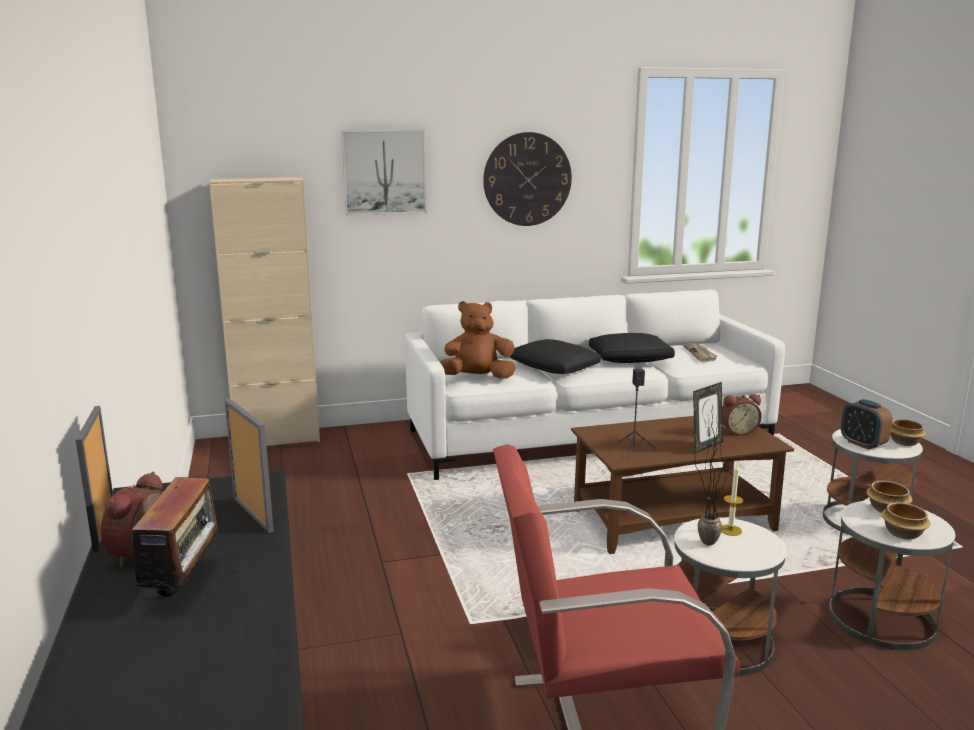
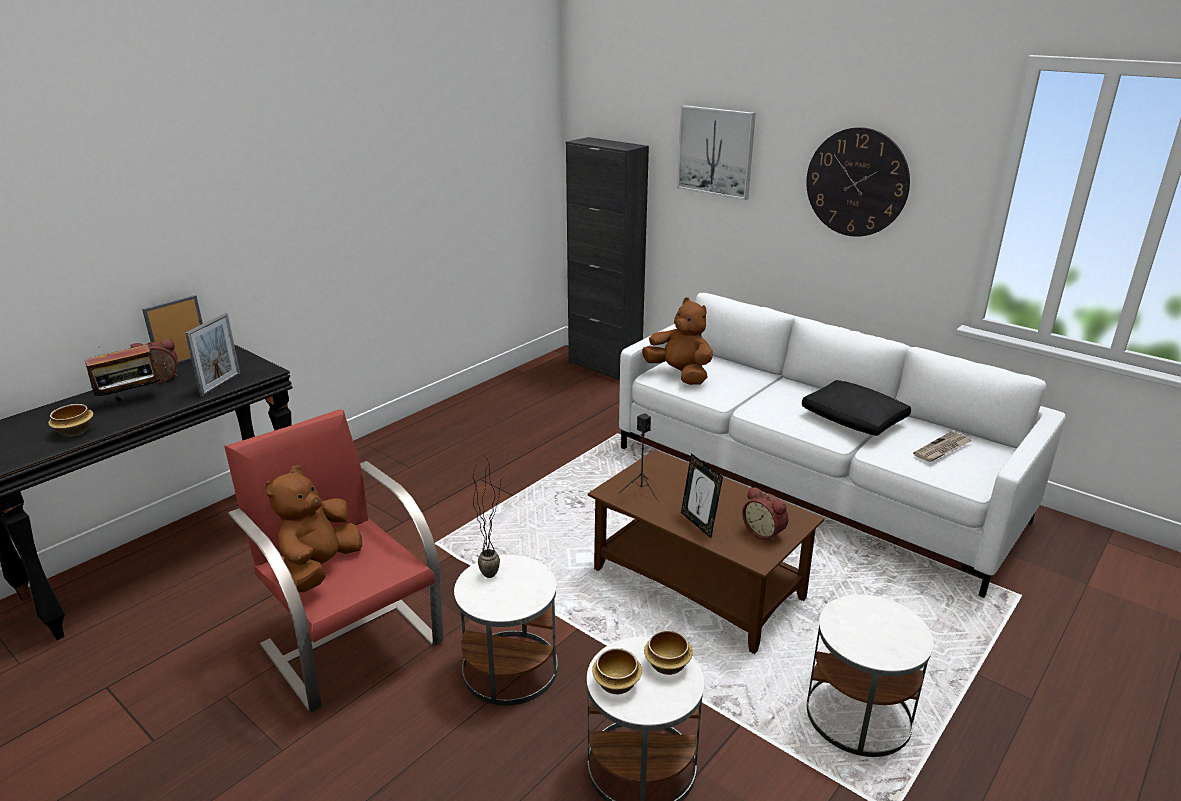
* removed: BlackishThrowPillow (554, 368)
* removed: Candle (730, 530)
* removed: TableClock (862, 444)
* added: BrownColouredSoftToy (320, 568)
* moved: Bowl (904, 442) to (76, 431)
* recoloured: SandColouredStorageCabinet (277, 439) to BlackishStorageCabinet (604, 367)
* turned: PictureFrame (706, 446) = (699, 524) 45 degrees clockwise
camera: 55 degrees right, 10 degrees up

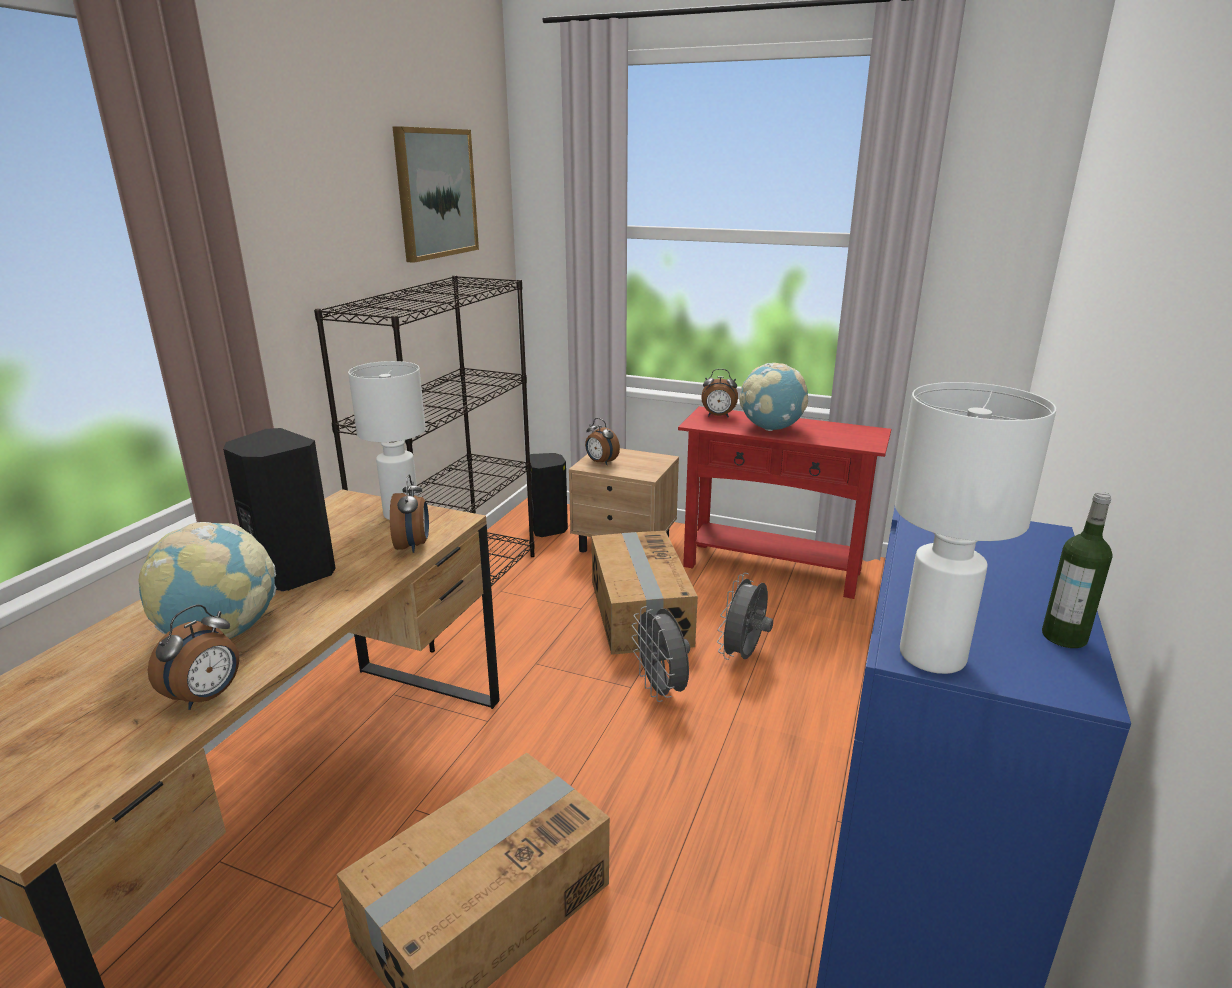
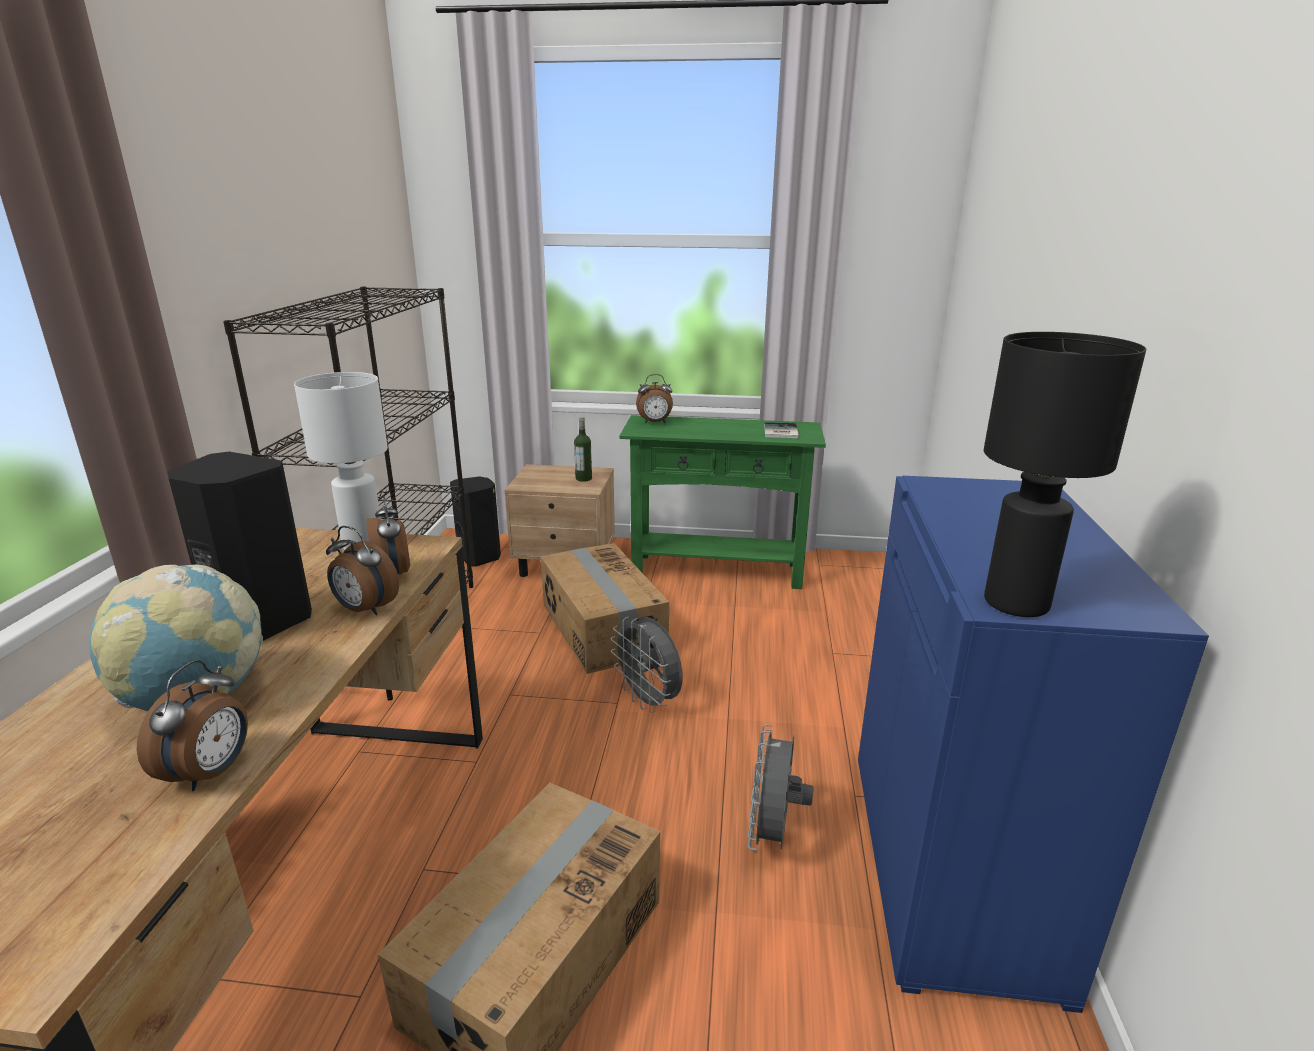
* removed: WallPicture (435, 193)
* removed: WorldGlobe (771, 428)
* added: Volume (779, 431)
* moved: TableClock (600, 462) to (365, 610)
* moved: GreyishElectricFan (743, 655) to (772, 836)
* moved: DrinkBottle (1064, 637) to (583, 478)
* recoloured: RedConsoleTable (771, 569) to GreenColouredConsoleTable (717, 570)
* recoloured: WhitishTableLamp (931, 655) to BlackishTableLamp (1014, 602)
camera: 15 degrees left, 0 degrees up

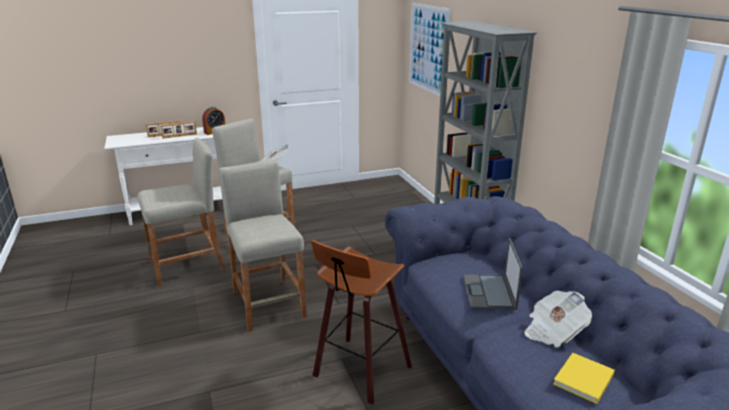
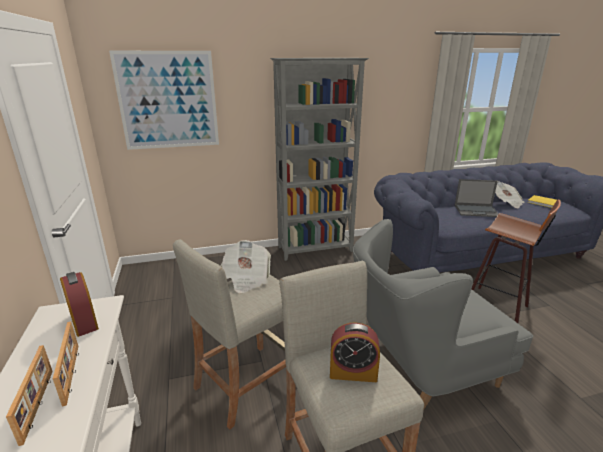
* added: TableClock (353, 373)
* replaced: SandColouredStoolSeat (268, 304) to GreyishLoungeChair (422, 364)
camera: 85 degrees left, 0 degrees up

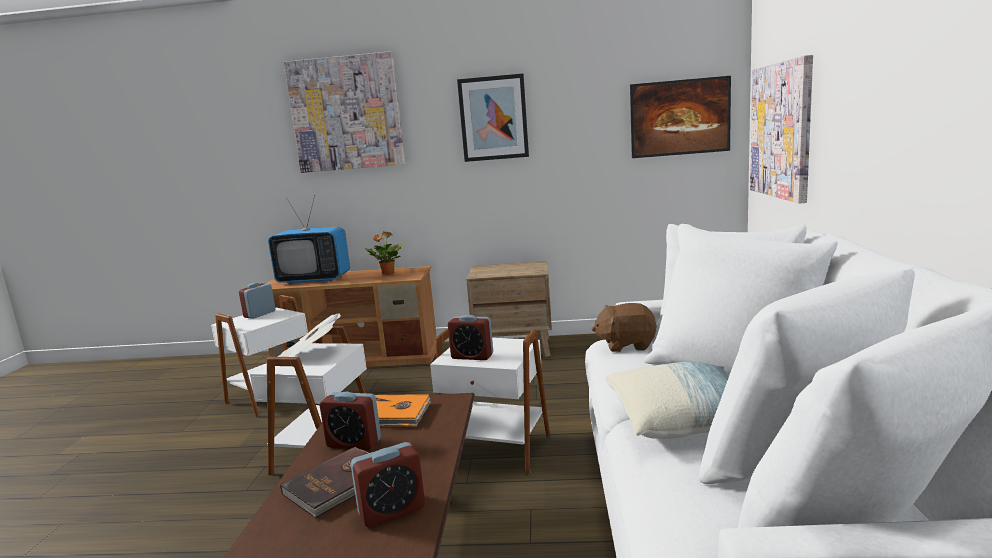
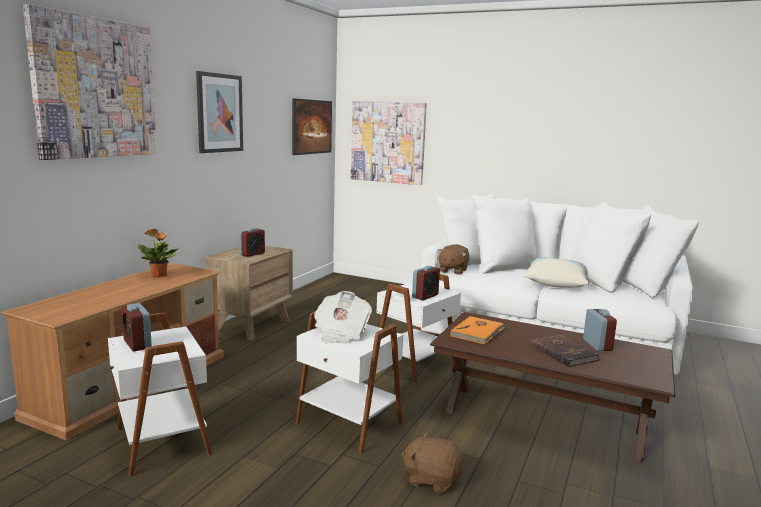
* removed: Television (314, 280)
* added: BrownColouredSoftToy (432, 479)
* moved: TableClock (354, 443) to (252, 254)
camera: 70 degrees left, 0 degrees up

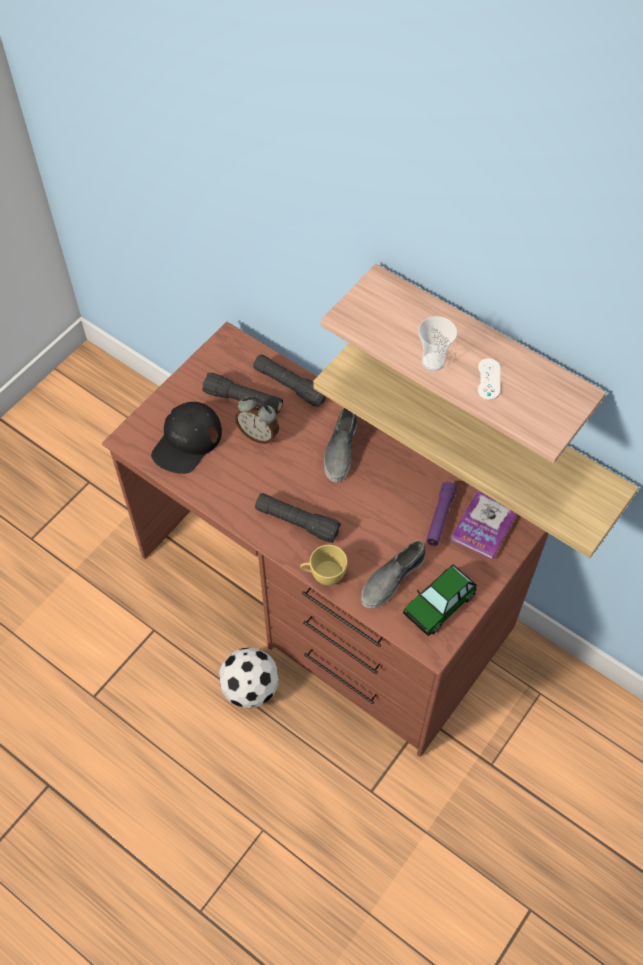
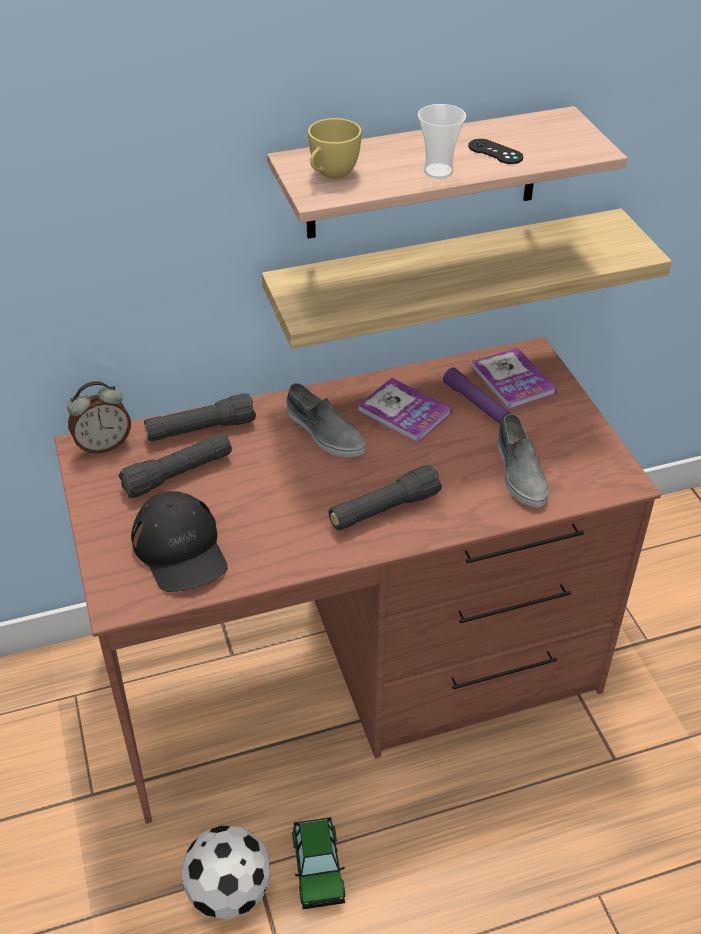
* added: Volume (404, 412)
* moved: Football (250, 687) to (228, 891)
* moved: TableClock (258, 434) to (103, 445)
* moved: YellowColouredDrinkingCup (323, 575) to (331, 174)
* moved: MiniatureCar (439, 604) to (318, 868)
* recoloured: WhitishJoypad (488, 379) to BlackishJoypad (495, 152)
camera: 55 degrees left, 15 degrees down

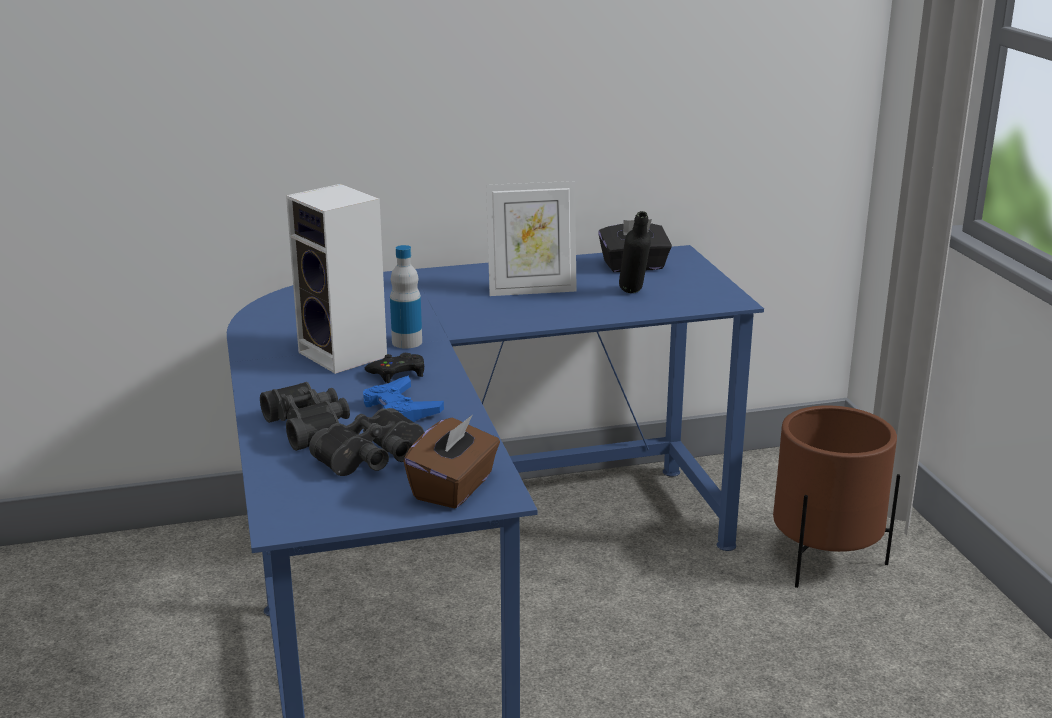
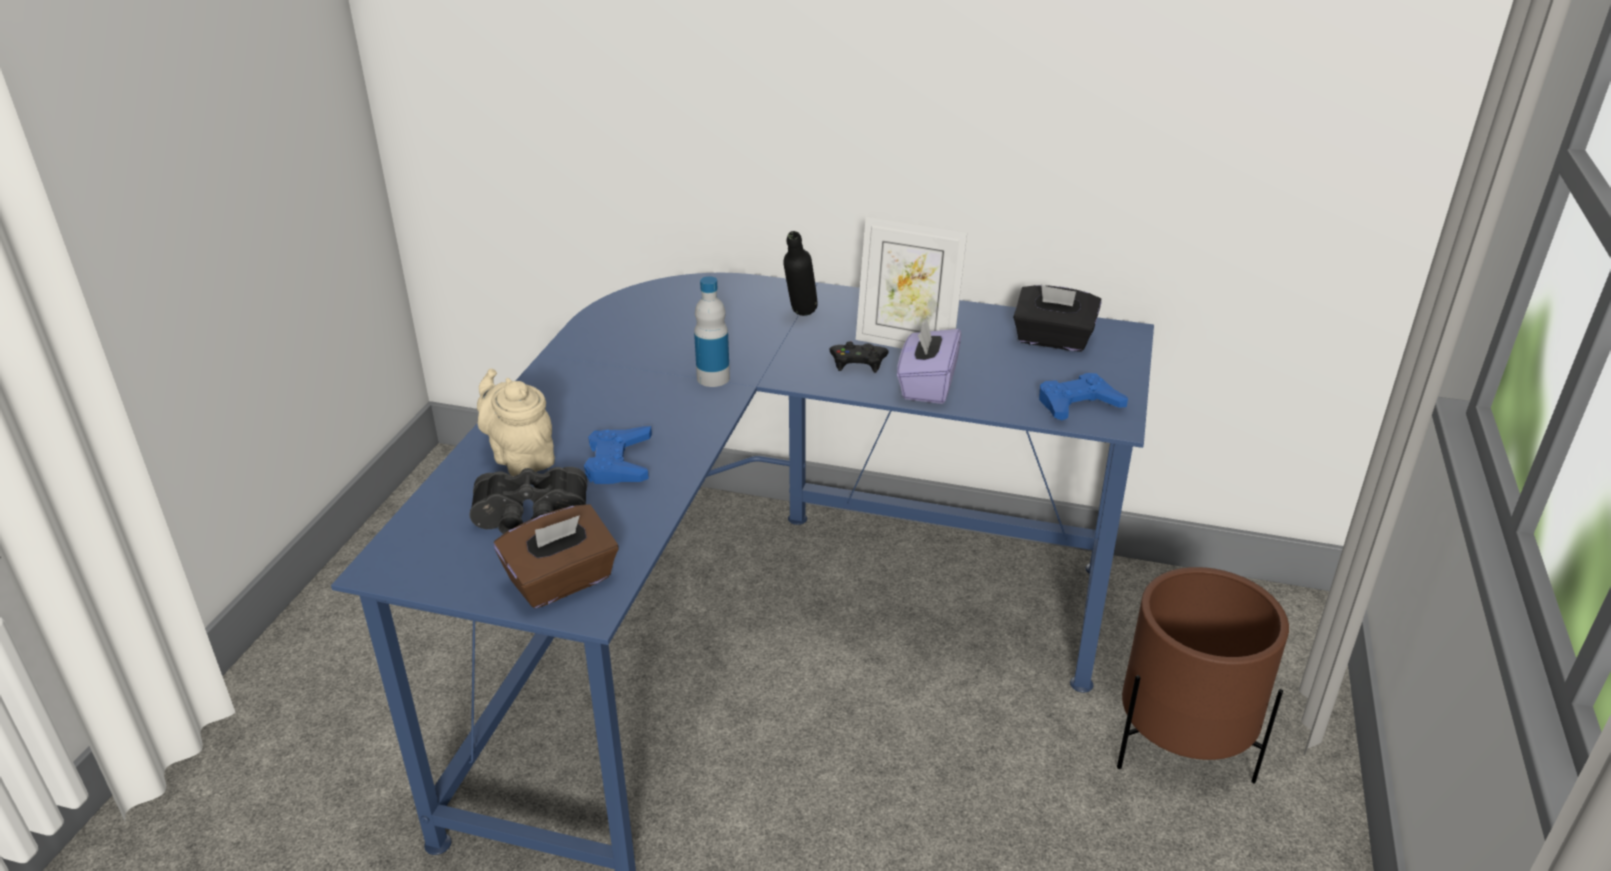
* removed: Speaker (346, 355)
* added: PurpleColouredTissueBox (927, 385)
* added: BluishJoypad (1078, 404)
* moved: BlackishJoypad (398, 373) to (858, 362)
* moved: BlackishDrinkBottle (633, 294) to (800, 317)
* replaced: BlackishBinoculars (310, 427) to SandColouredPotForTea (521, 458)
camera: 30 degrees right, 10 degrees up

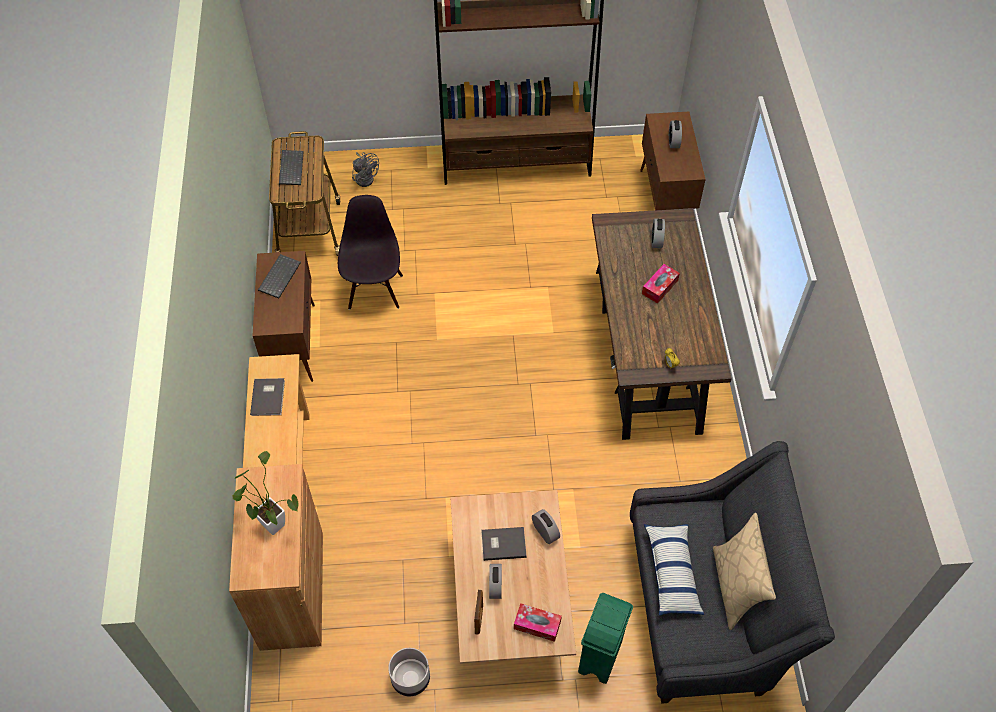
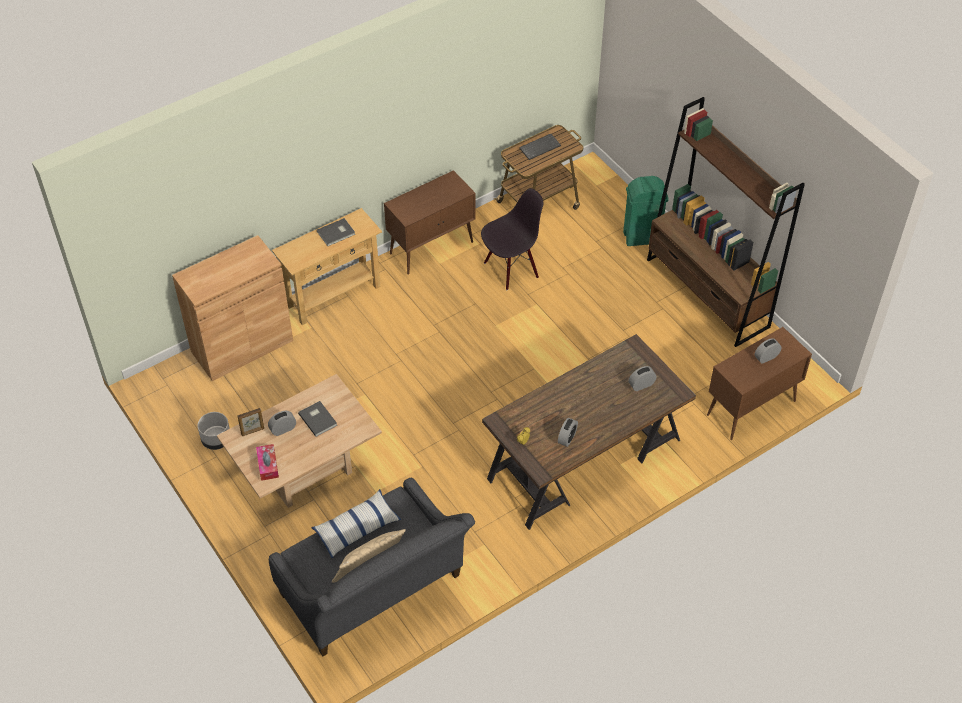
* removed: PottedPlant (270, 522)
* removed: PcKeyboard (279, 276)
* removed: GreyishElectricFan (365, 177)
* removed: TissueBox (659, 287)
* moved: TableClock (545, 532) to (567, 438)
* moved: GreenColouredTrashCan (599, 657) to (641, 237)
camera: 60 degrees right, 5 degrees down

